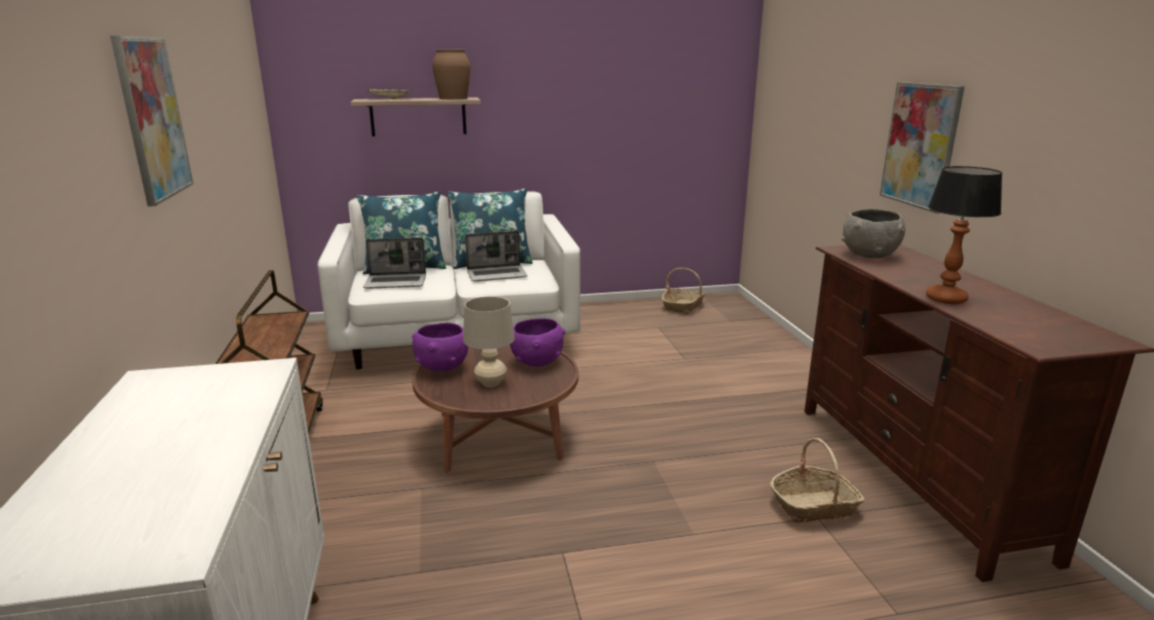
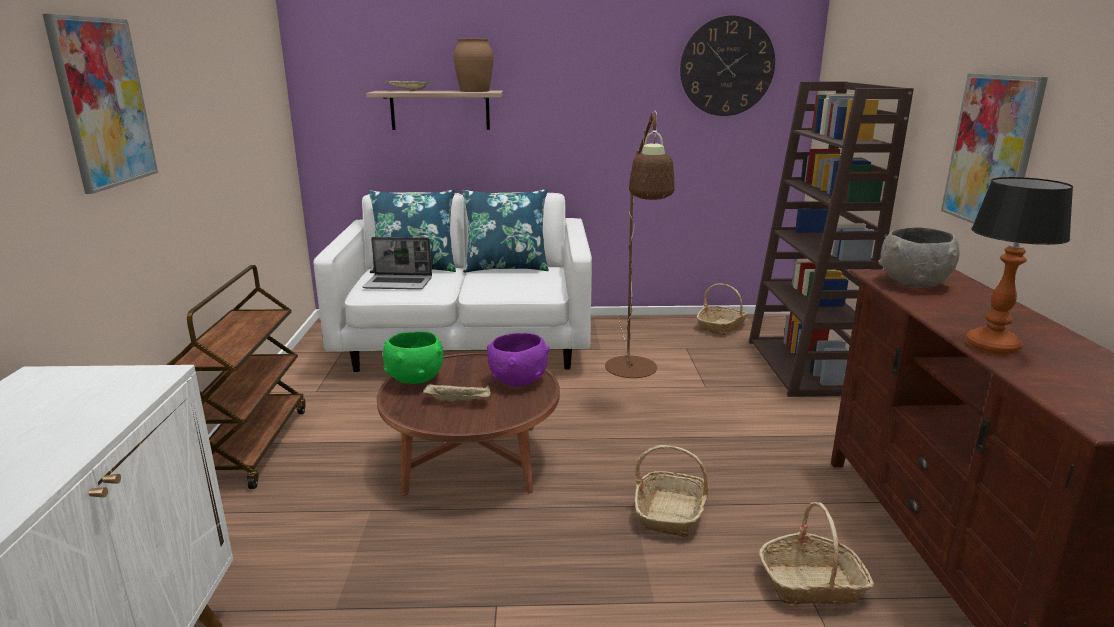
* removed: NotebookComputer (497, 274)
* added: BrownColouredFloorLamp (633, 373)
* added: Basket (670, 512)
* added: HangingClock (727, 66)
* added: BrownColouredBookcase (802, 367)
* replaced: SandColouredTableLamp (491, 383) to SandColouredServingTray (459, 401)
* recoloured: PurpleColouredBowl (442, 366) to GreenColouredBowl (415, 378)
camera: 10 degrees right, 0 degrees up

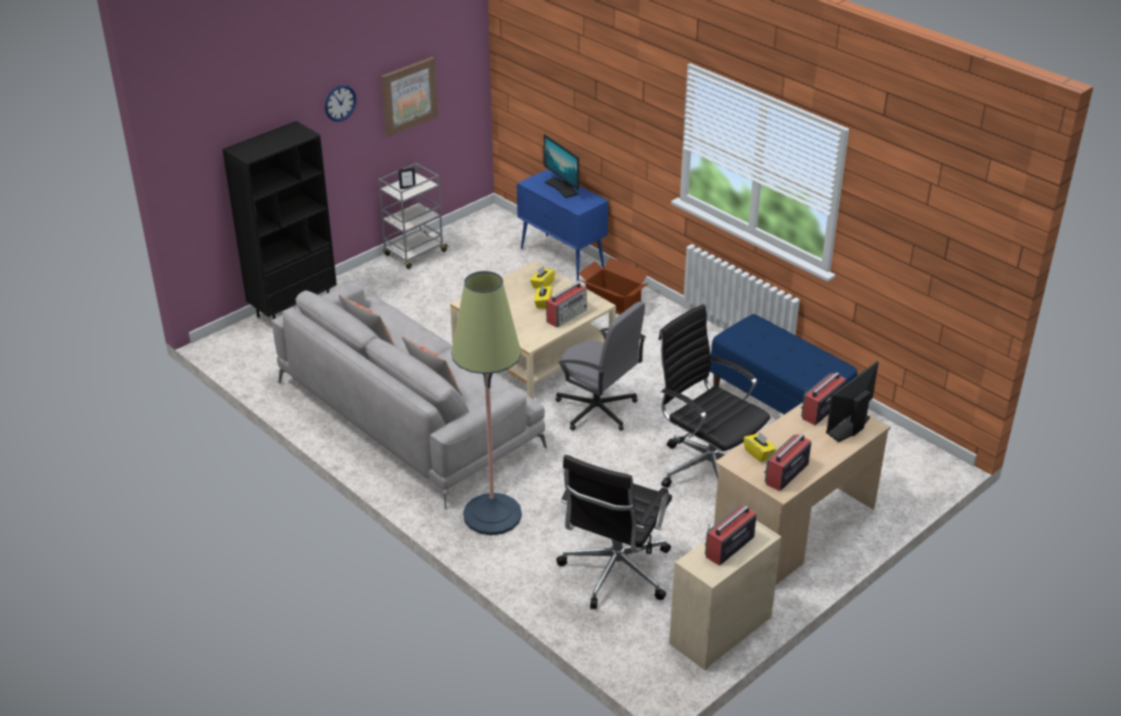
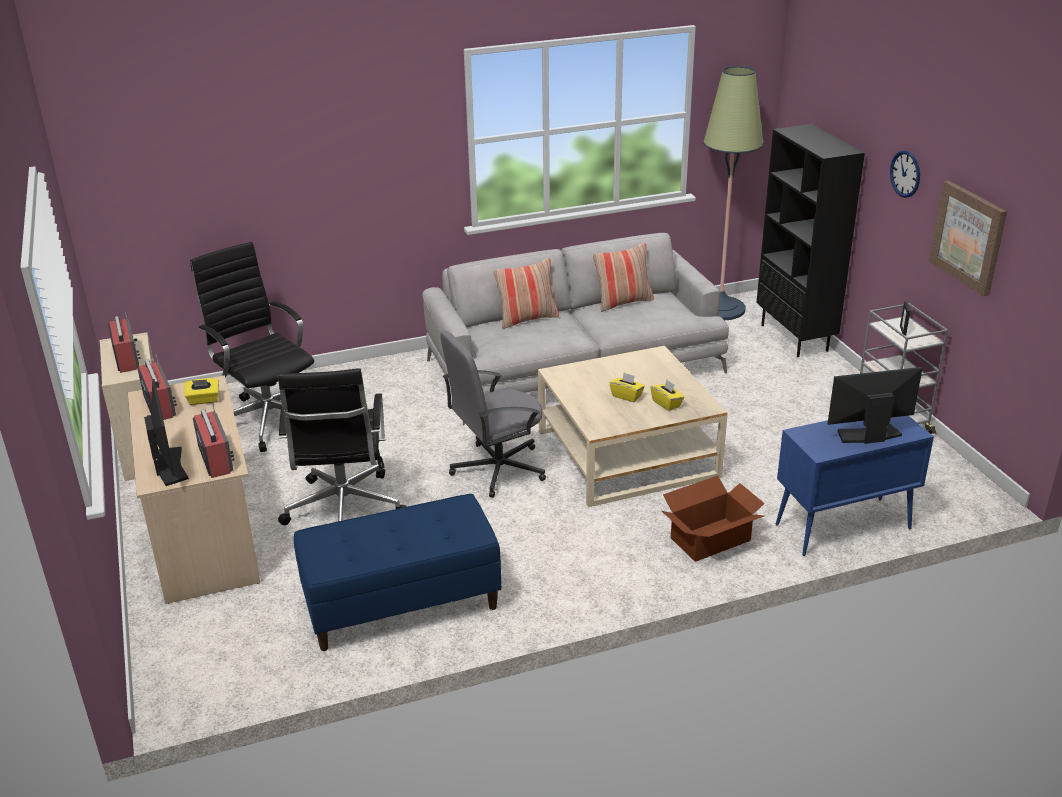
* removed: RadioReceiver (567, 315)
* moved: FloorLamp (492, 515) to (720, 309)
* turned: BlackishOfficeChair (707, 467) = (343, 511) 105 degrees clockwise
camera: 115 degrees right, 5 degrees down

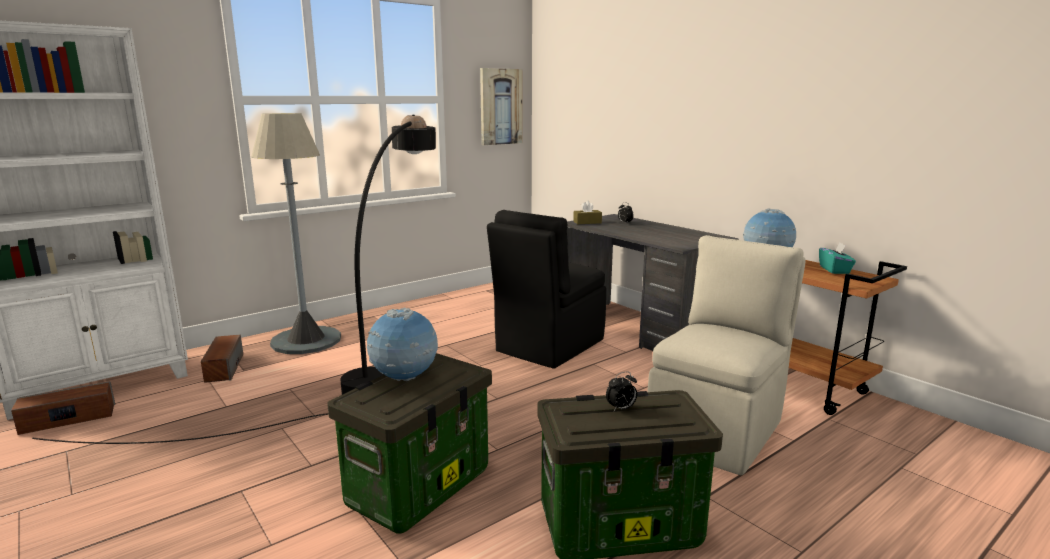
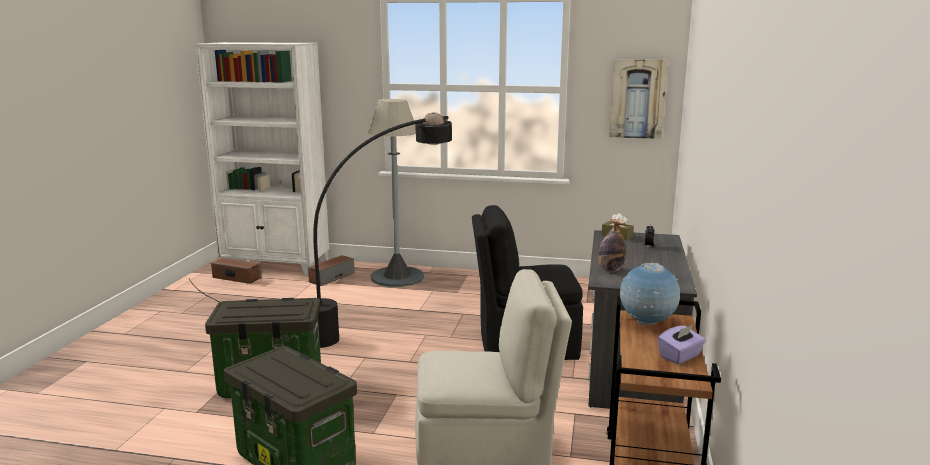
* removed: WorldGlobe (404, 379)
* removed: TableClock (621, 409)
* added: DrinkBottle (610, 270)
* recoloured: TurquoiseTissueBox (835, 270) to PurpleColouredTissueBox (680, 356)
camera: 50 degrees right, 0 degrees up

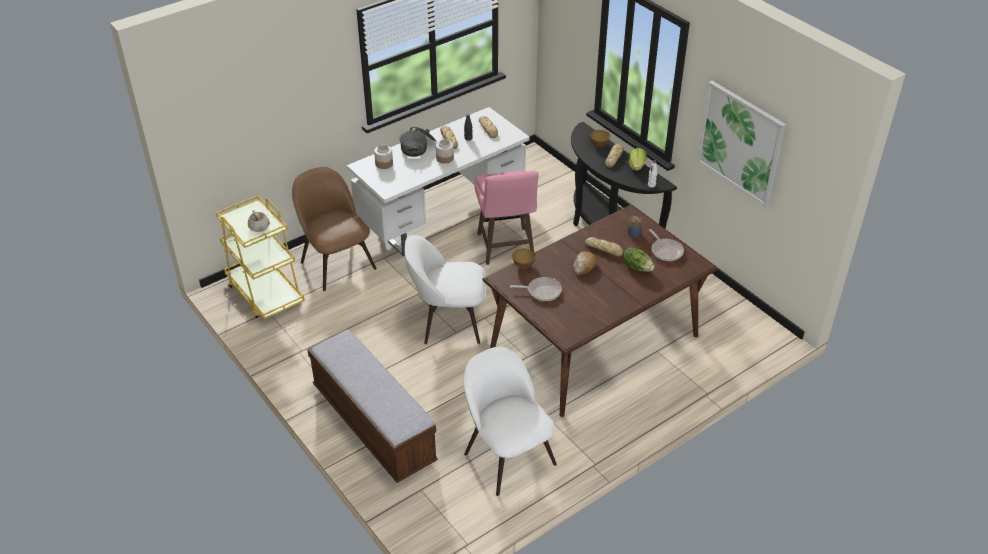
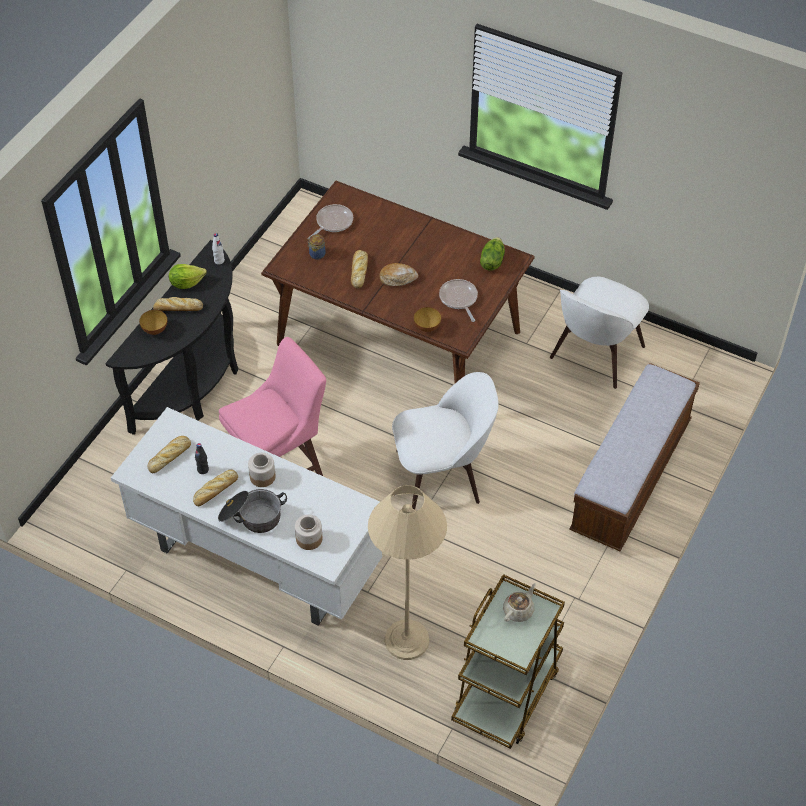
* removed: WallPicture (740, 143)
* moved: Lettuce (637, 267) to (491, 261)
* replaced: BrownColouredUprightChair (336, 263) to SandColouredFloorLamp (406, 640)
* recoloured: YellowColouredWheeledCart (265, 293) to BrownColouredWheeledCart (506, 692)
* turned: WhitishUprightChair (448, 321) = (442, 475) 75 degrees counterclockwise
camera: 115 degrees left, 10 degrees up

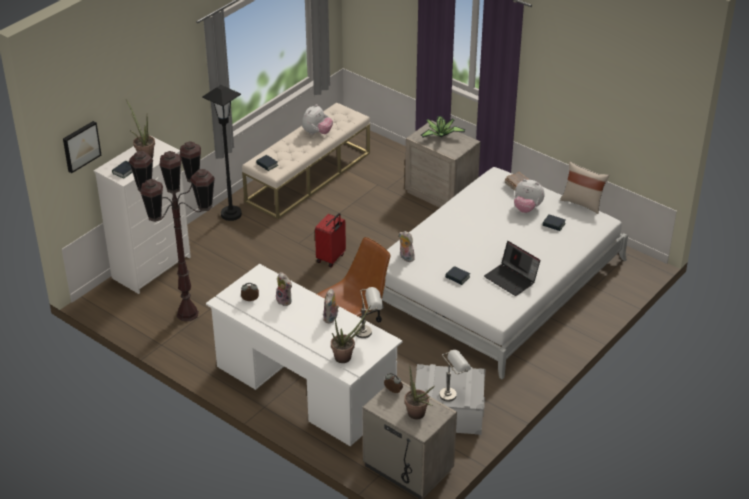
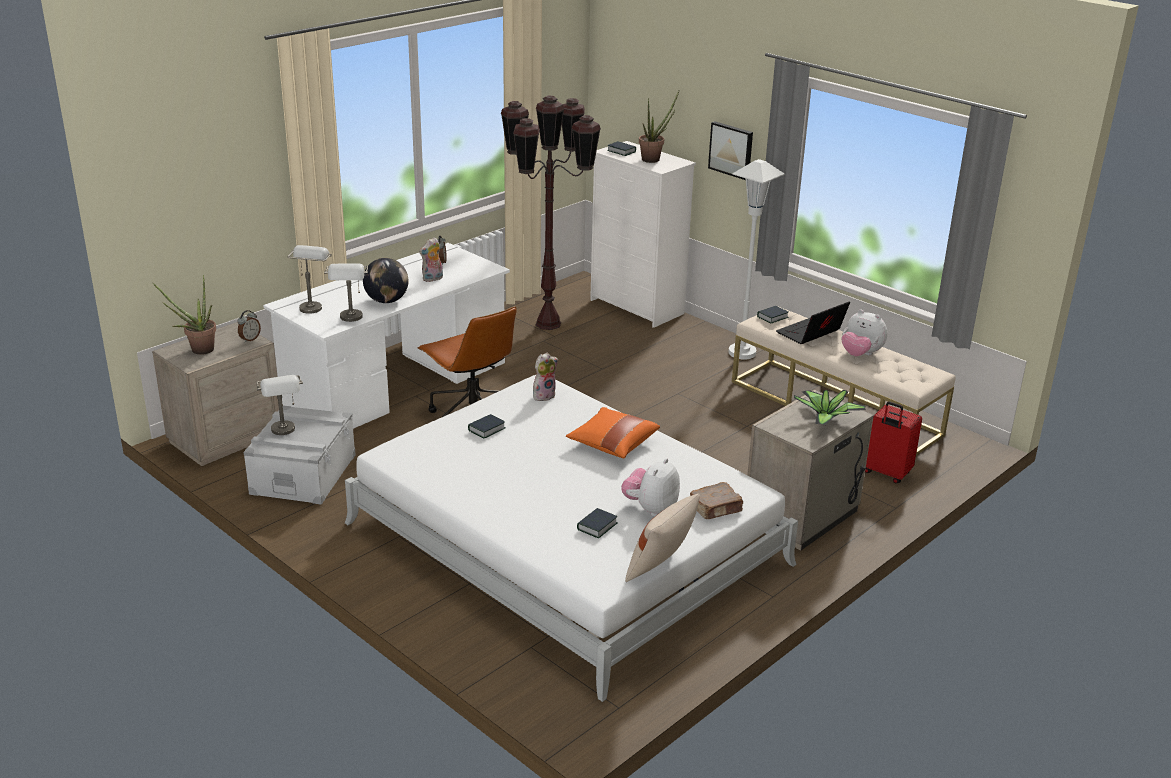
* added: OrangeThrowPillow (612, 444)
* moved: WallPicture (80, 146) to (731, 150)
* moved: RedPieceOfLuggage (331, 258) to (886, 474)
* moved: NotebookComputer (512, 279) to (810, 334)
* replaced: SoftToy (331, 318) to WorldGlobe (386, 301)
* replaced: PottedPlant (346, 356) to GreyishTableLamp (312, 305)
* recoloured: BlackishFloorLamp (231, 214) to WhitishFloorLamp (742, 353)
camera: 95 degrees right, 10 degrees down

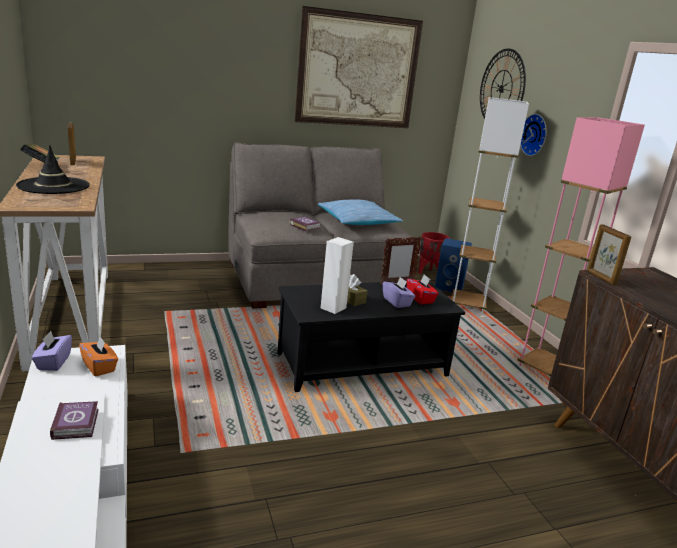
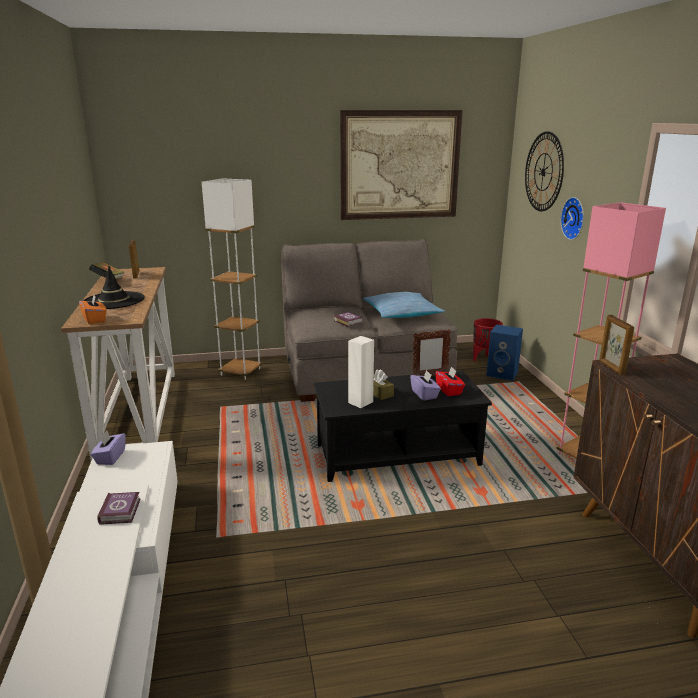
* moved: OrangeTissueBox (99, 367) to (95, 319)
* moved: WhitishFloorLamp (467, 304) to (240, 372)
camera: 10 degrees right, 0 degrees up

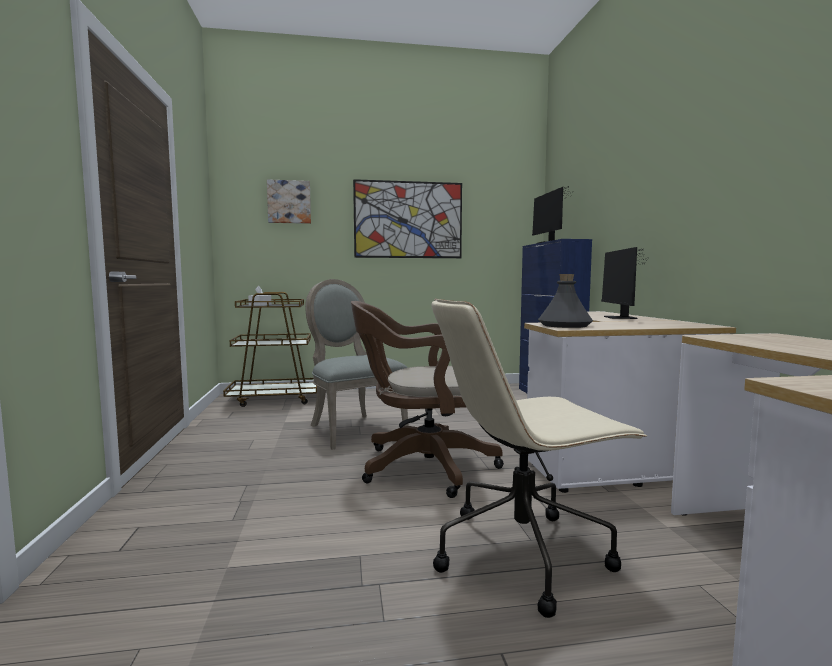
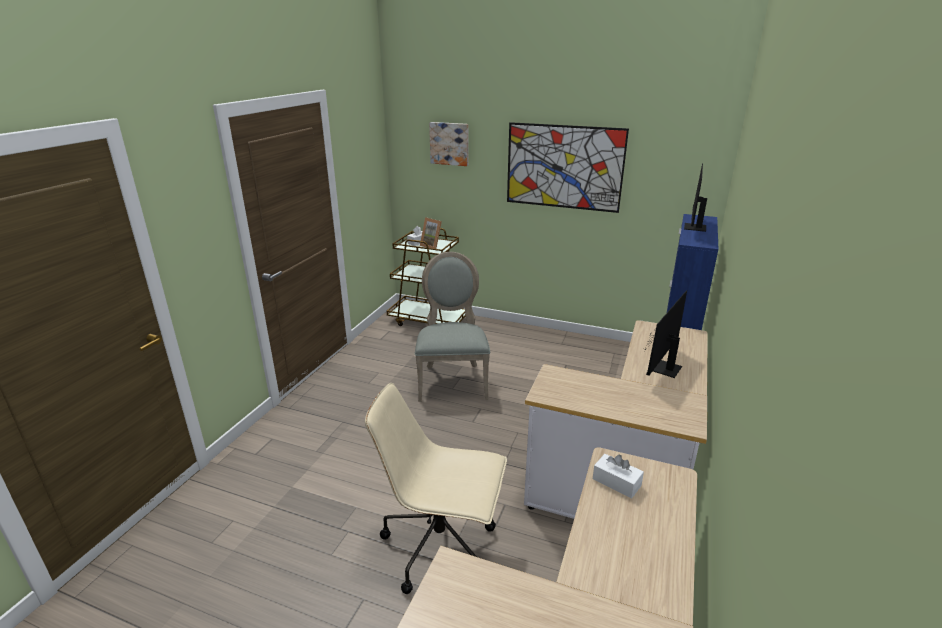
* removed: BrownColouredOfficeChair (420, 467)
* removed: GreyishDrinkBottle (565, 325)
* added: PictureFrame (432, 246)
* added: WhitishTissueBox (616, 482)
camera: 30 degrees right, 20 degrees up

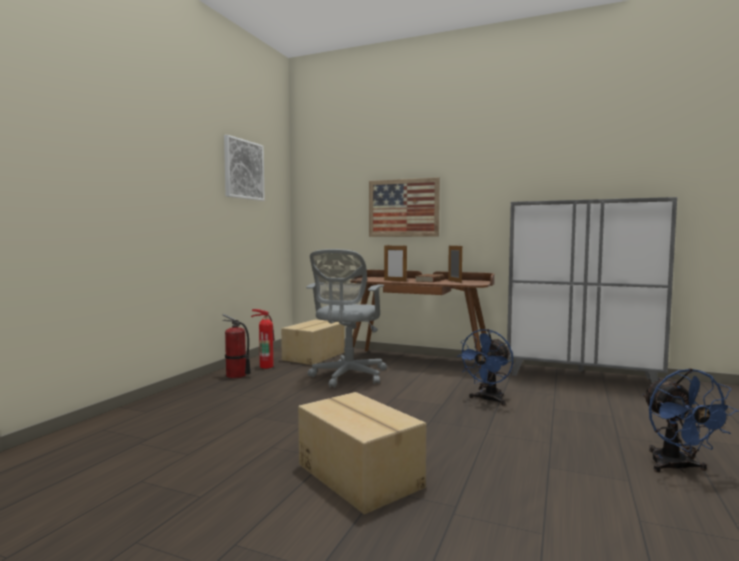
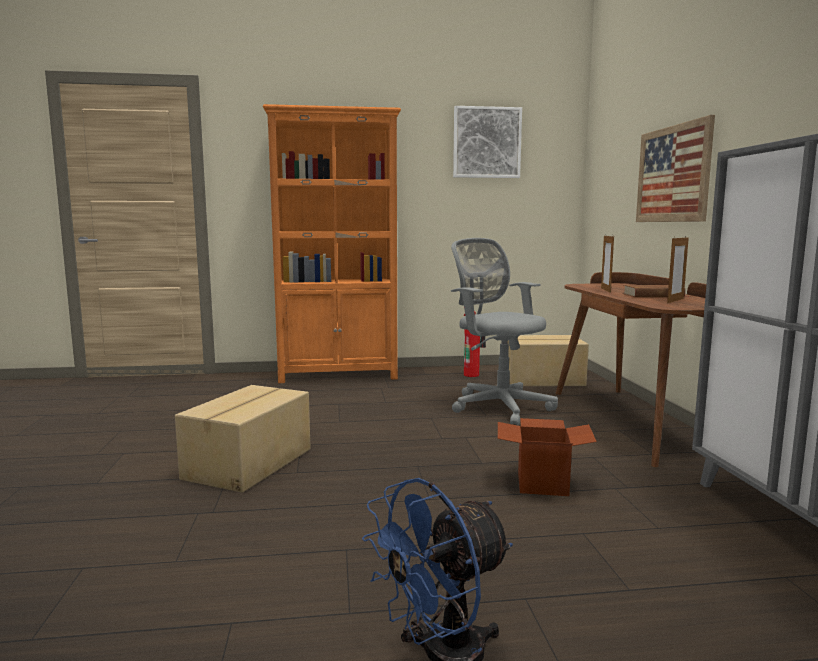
* removed: FireExtinguisher (236, 376)
* added: OrangeBookcase (339, 375)
* replaced: BluishElectricFan (487, 400) to CardboardBox (543, 484)
* turned: GreyishOfficeChair (347, 377) = (498, 406) 60 degrees clockwise
camera: 60 degrees right, 5 degrees up

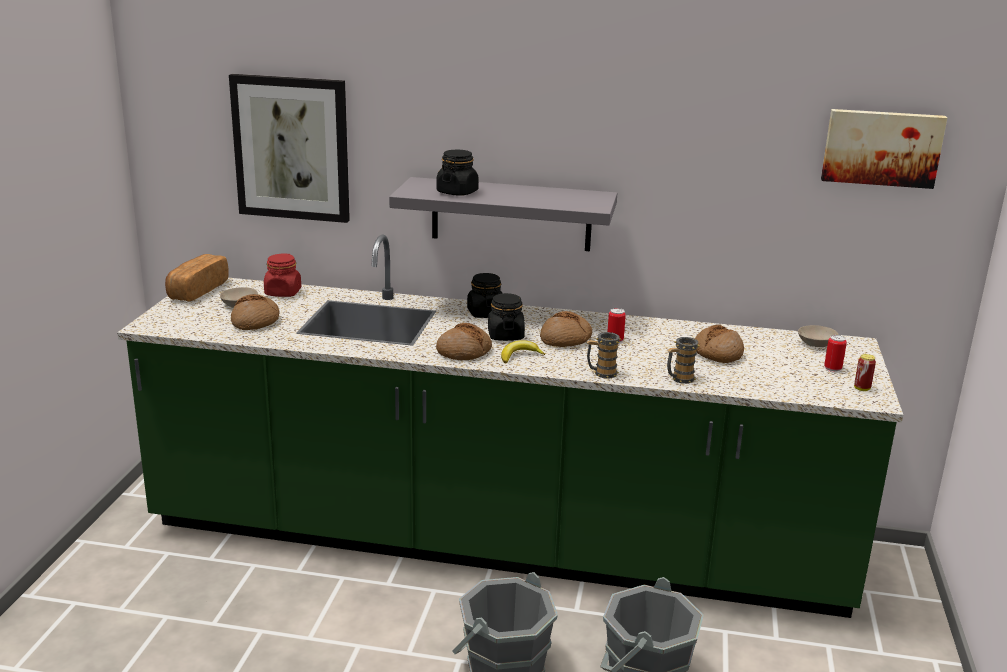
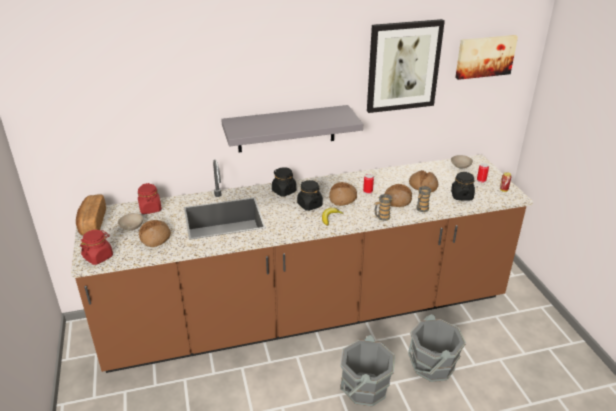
* added: RedPreserveJar (98, 257)
* moved: WallPicture (292, 148) to (403, 66)
* moved: BlackishPreserveJar (457, 192) to (461, 196)
* moved: BakeryBread (464, 351) to (397, 200)
* recoloured: GreenColouredKitchenBaseUnit (497, 541) to BrownColouredKitchenBaseUnit (308, 313)
camera: 25 degrees left, 10 degrees up

